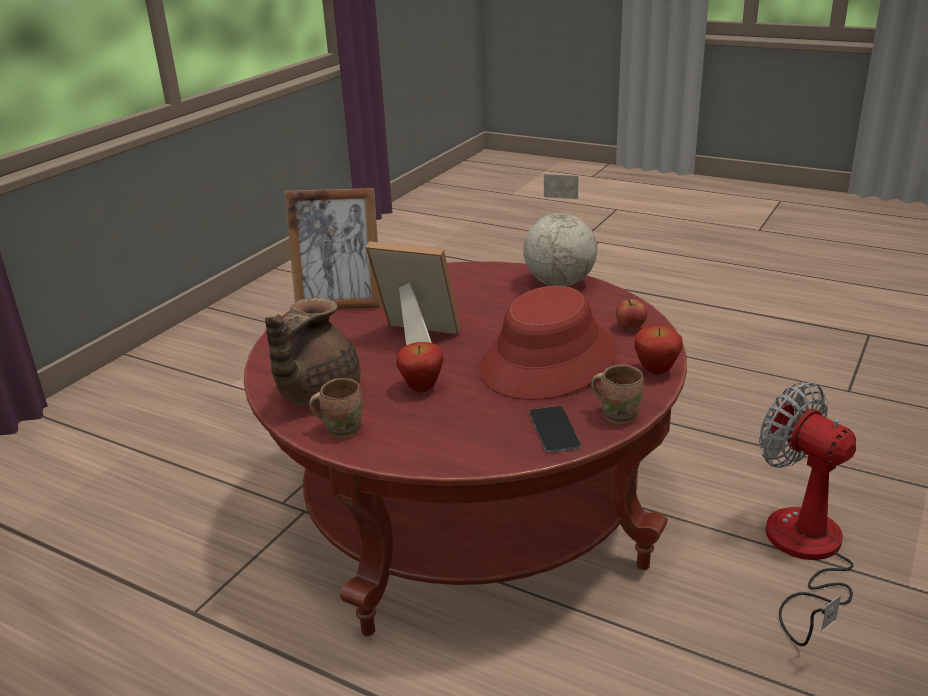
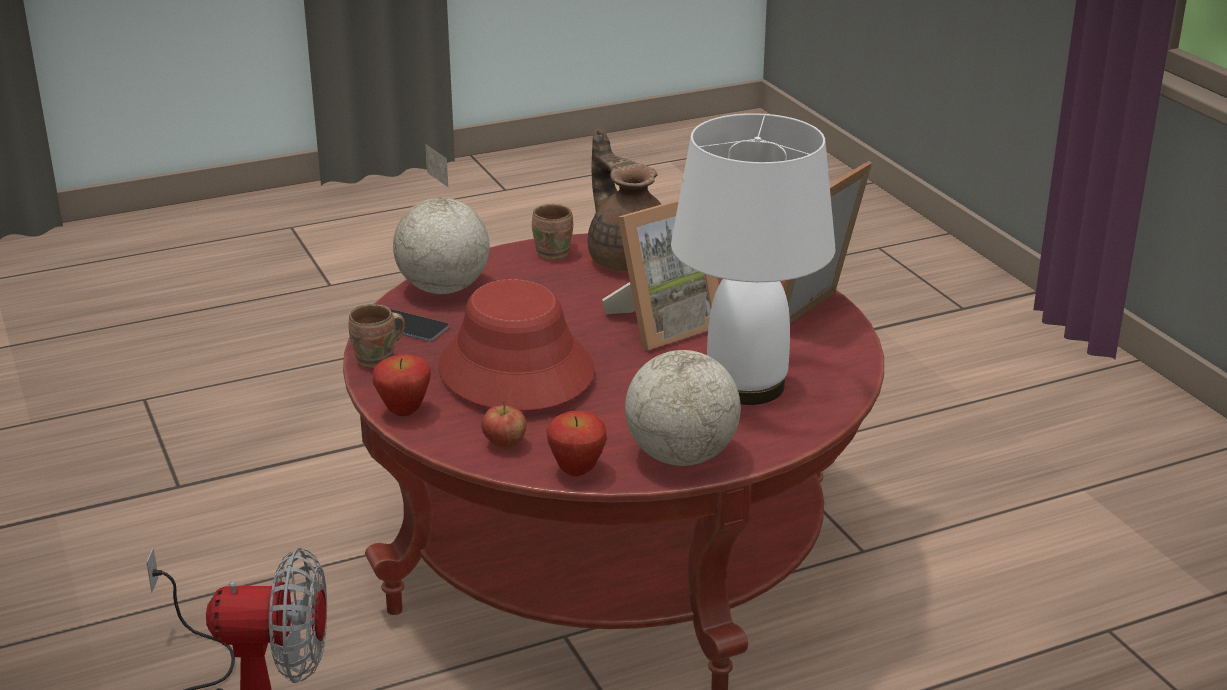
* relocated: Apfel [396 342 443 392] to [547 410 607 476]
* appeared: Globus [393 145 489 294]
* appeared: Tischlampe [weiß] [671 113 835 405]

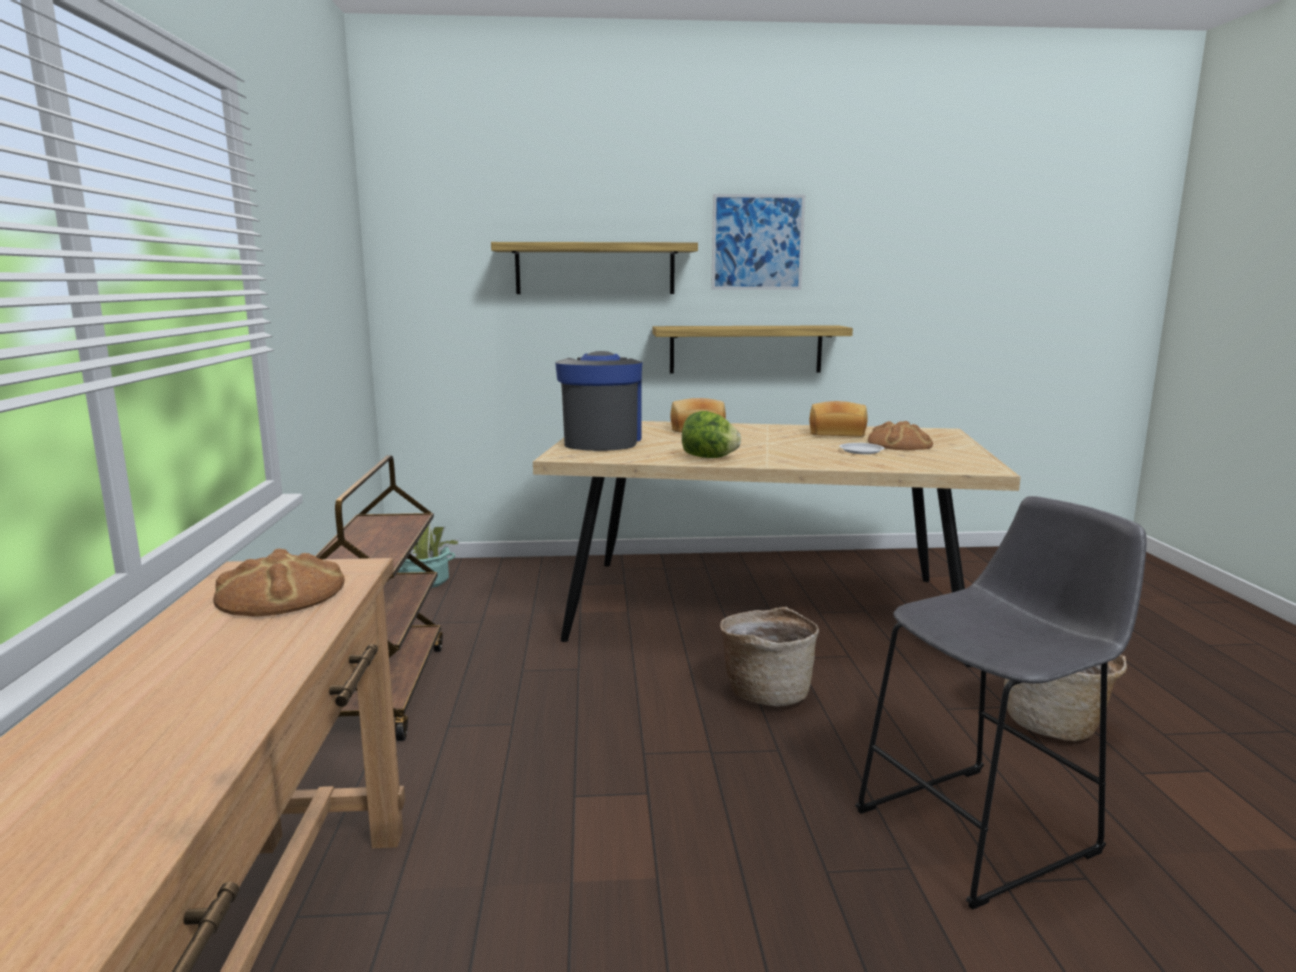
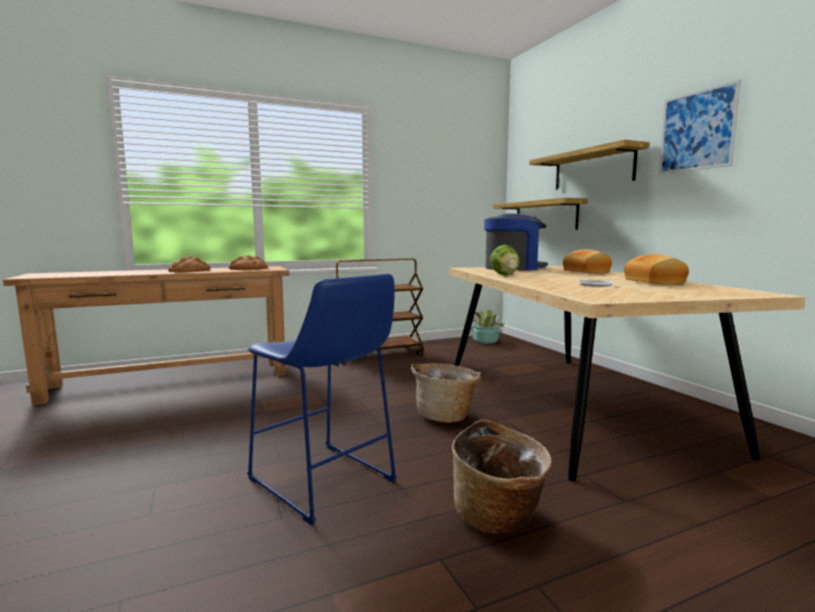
* relocated: Wandregal [652 325 853 374] to [493 198 588 230]
* colour: Hocker [grau] [855 496 1147 910] to Hocker [blau] [247 274 397 526]
* relocated: Brot [868 421 933 450] to [168 256 210 272]

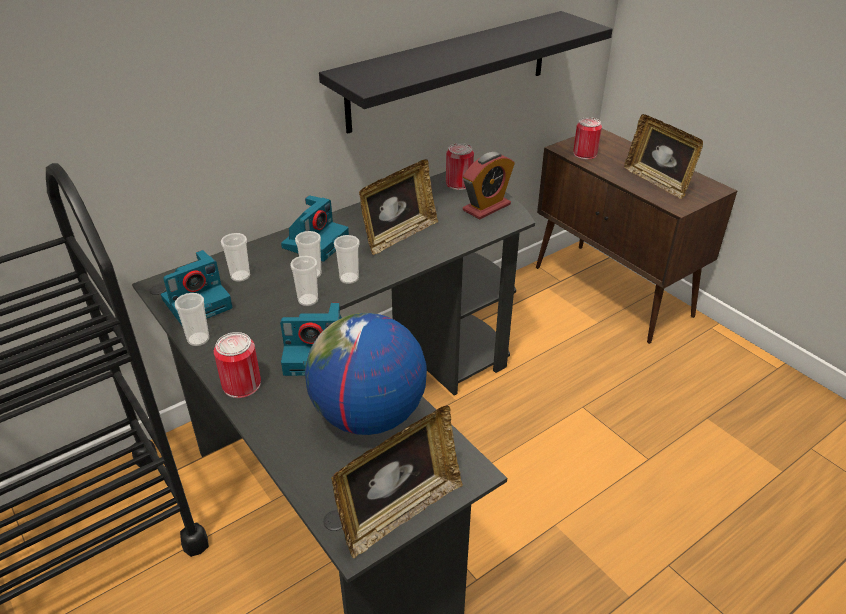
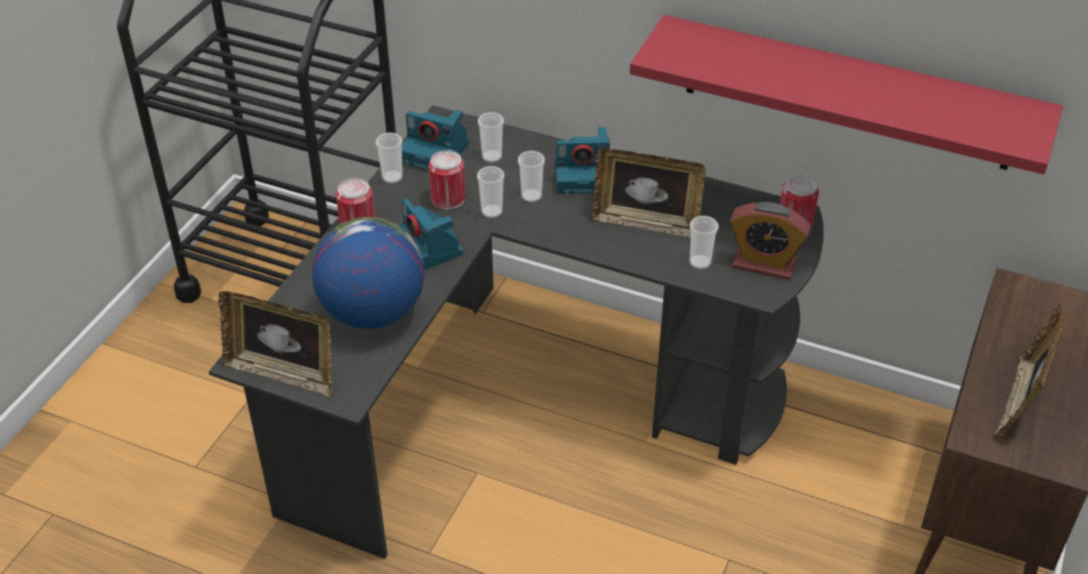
* colour: Wandregal [schwarz] [319 11 613 134] to Wandregal [rot] [630 15 1063 174]
* relocated: Tasse [334 235 360 284] to [689 216 719 269]
* relocated: Dose [573 117 602 159] to [428 150 466 209]

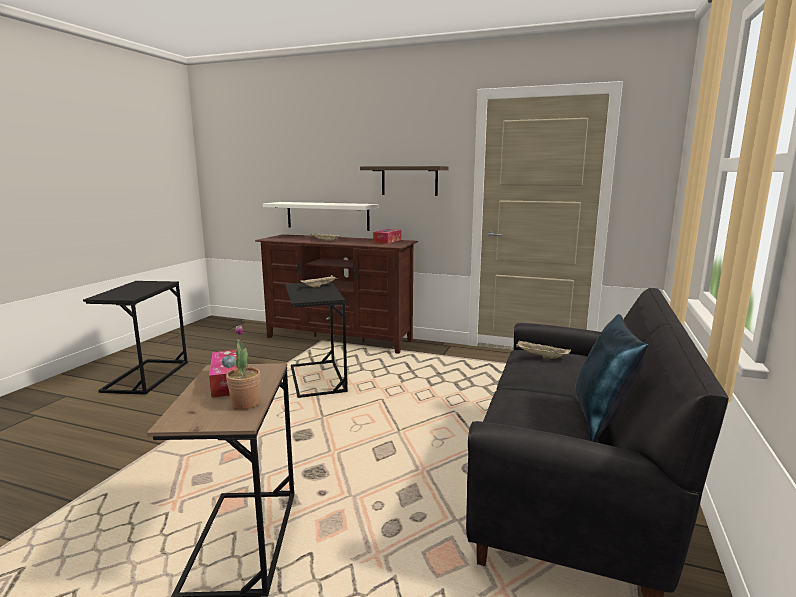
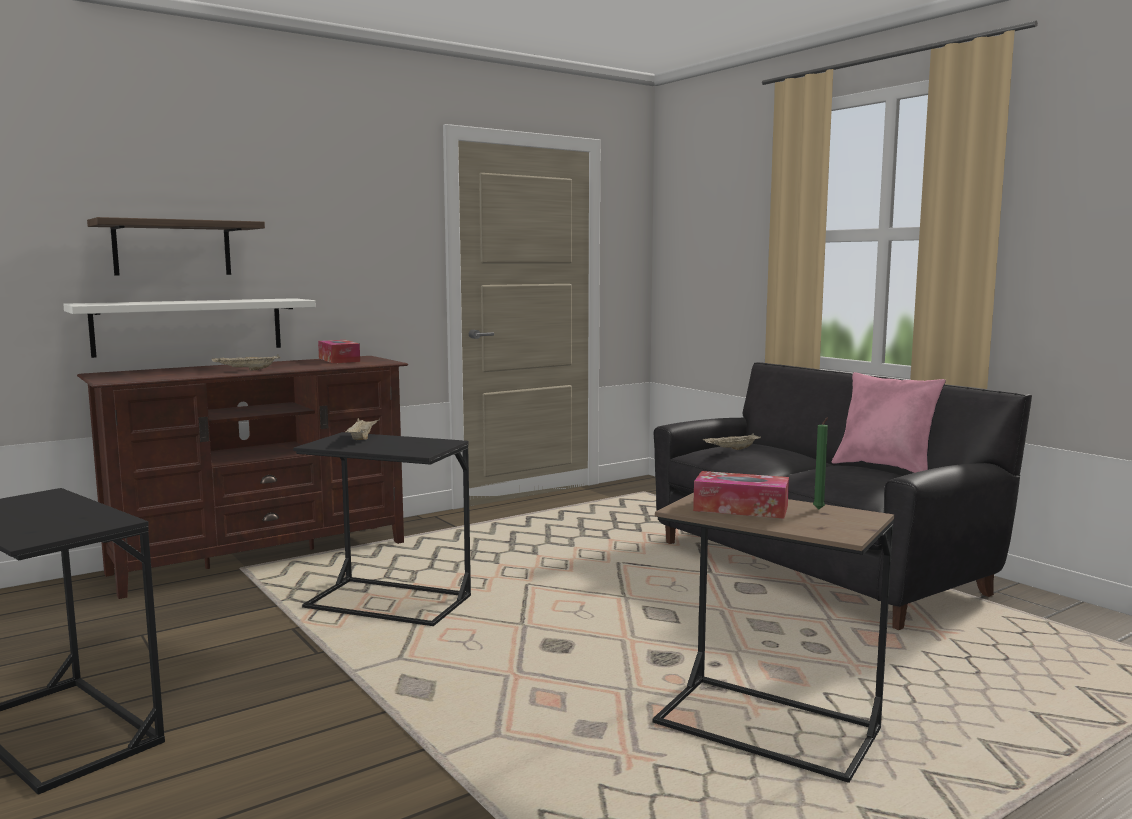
* exchanged: Topfpflanze [226 325 261 410] to Kerze [grün] [813 417 828 509]
* relocated: Wandregal [360 166 449 196] to [87 217 265 275]
* colour: Kissen [blau] [574 314 649 442] to Kissen [rosa] [832 372 946 473]

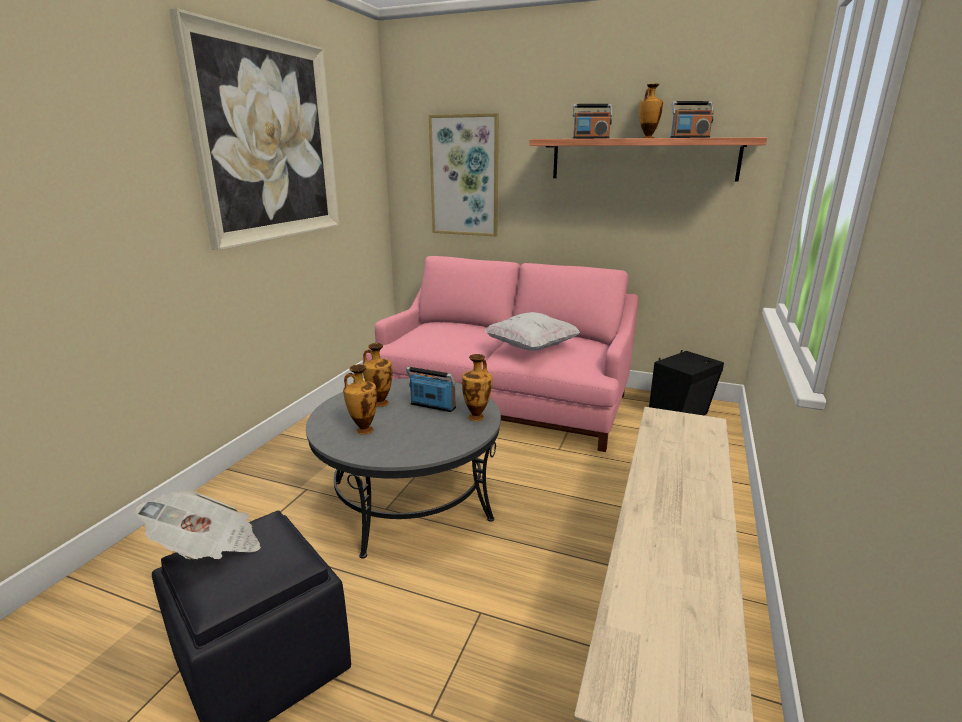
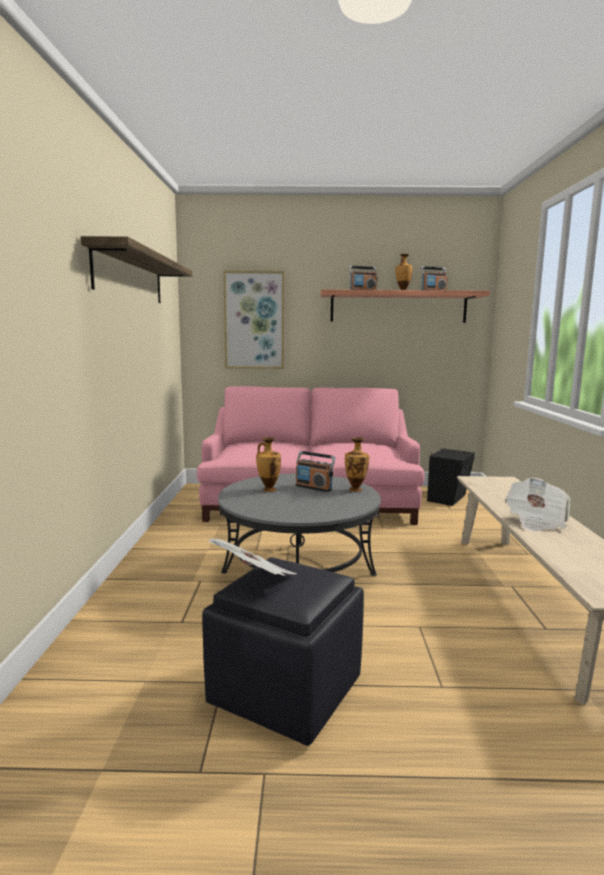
* exchanged: Bild [169 8 340 250] to Wandregal [81 236 192 303]
* missing: Vase [343 364 377 435]
* spun: Radio [406 367 456 412] = [295 451 336 492] 150 degrees counterclockwise
* missing: Kissen [weiß] [485 312 580 351]
* appeared: Zeitung [505 478 571 531]

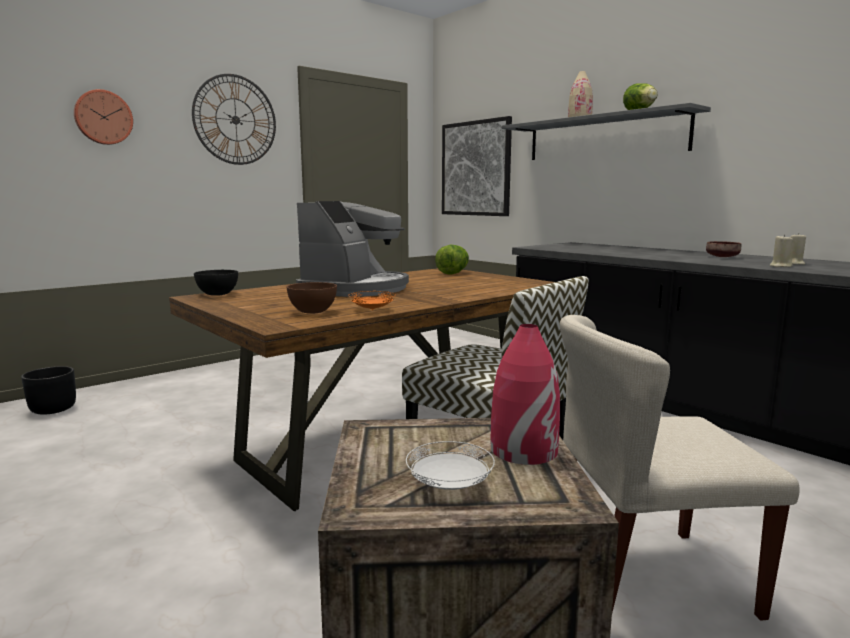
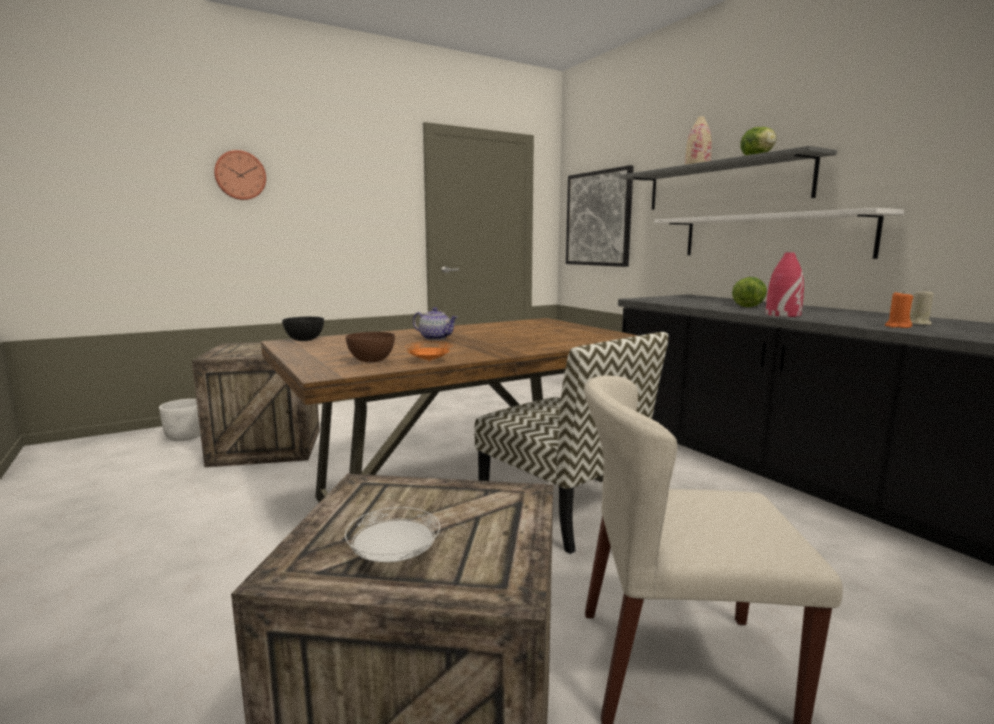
* colour: Pflanzkübel [schwarz] [21 366 76 415] to Pflanzkübel [weiß] [159 399 201 441]
* missing: Wanduhr [192 74 276 165]
* exchanged: Kaffeemaschine [296 201 409 297] to Teekanne [413 307 458 340]
* relocated: Salatkopf [435 245 469 274] to [732 277 767 307]
* relocated: Vase [rot] [490 324 560 465] to [766 252 804 317]
* missing: Schüssel [braun] [706 241 741 257]
* colour: Kerze [beige] [770 234 793 267] to Kerze [orange] [885 291 913 328]
* appeared: Kiste [192 343 320 467]
* appeared: Wandregal [weiß] [654 208 904 259]

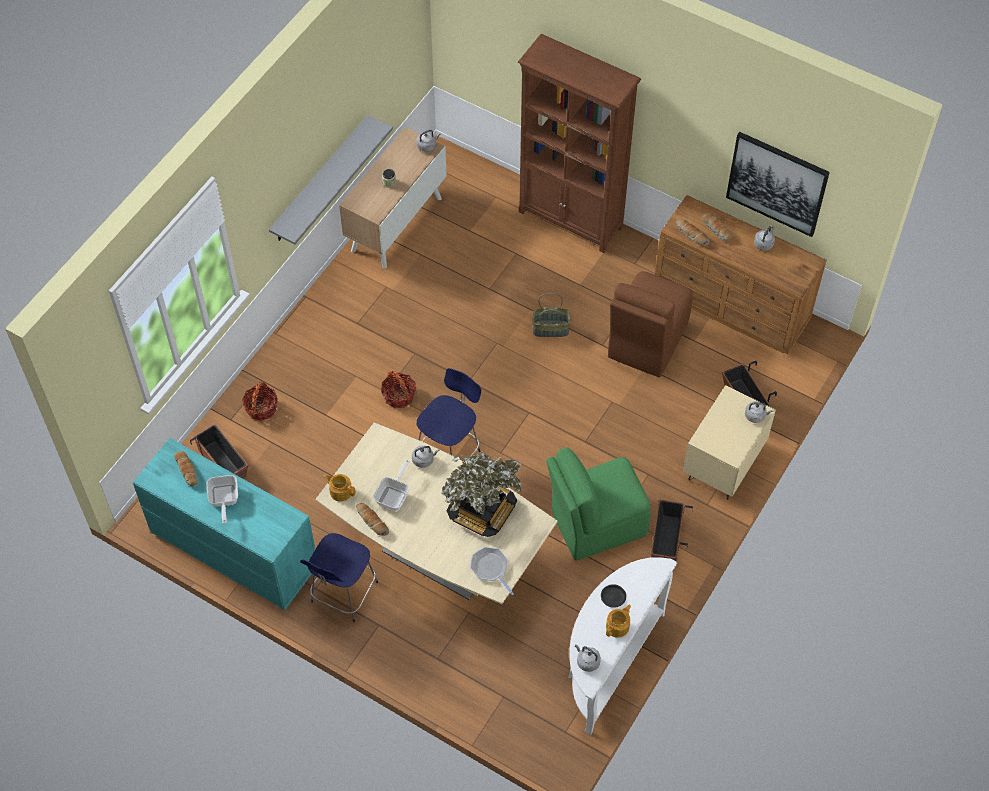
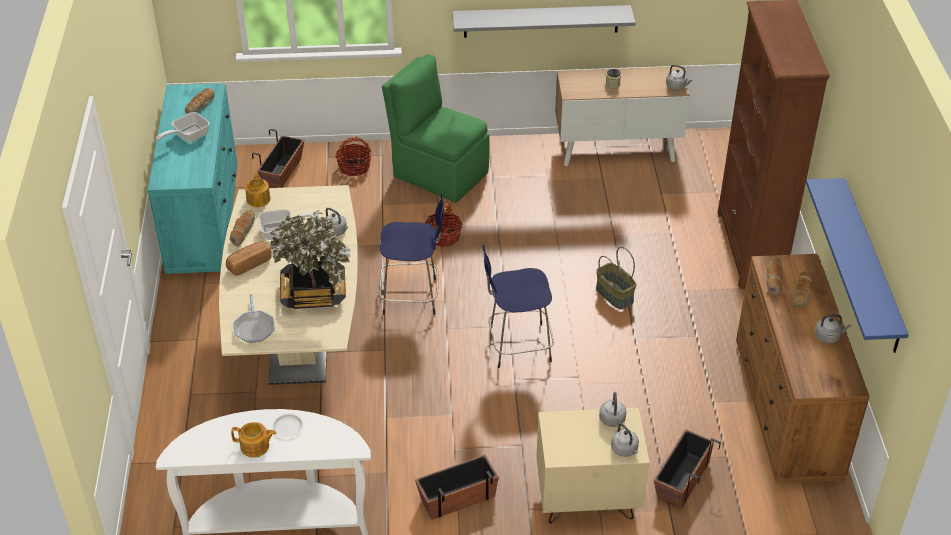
* relocated: Hocker [blau] [300 533 378 622] to [483 245 554 368]
* spun: Pfanne [470 547 514 595] = [233 294 275 343] 150 degrees clockwise
* relocated: Stuhl [grün] [546 447 651 561] to [382 54 489 203]
* relocated: Wasserkessel [grau] [575 644 601 672] to [599 392 626 427]
* colour: Teller [schwarz] [601 584 626 608] to Teller [weiß] [272 413 303 437]
* missing: Stuhl [braun] [608 271 693 377]
* exchanged: Bild [726 132 830 237] to Wandregal [blau] [806 178 909 353]
* appeared: Brot [226 242 272 276]

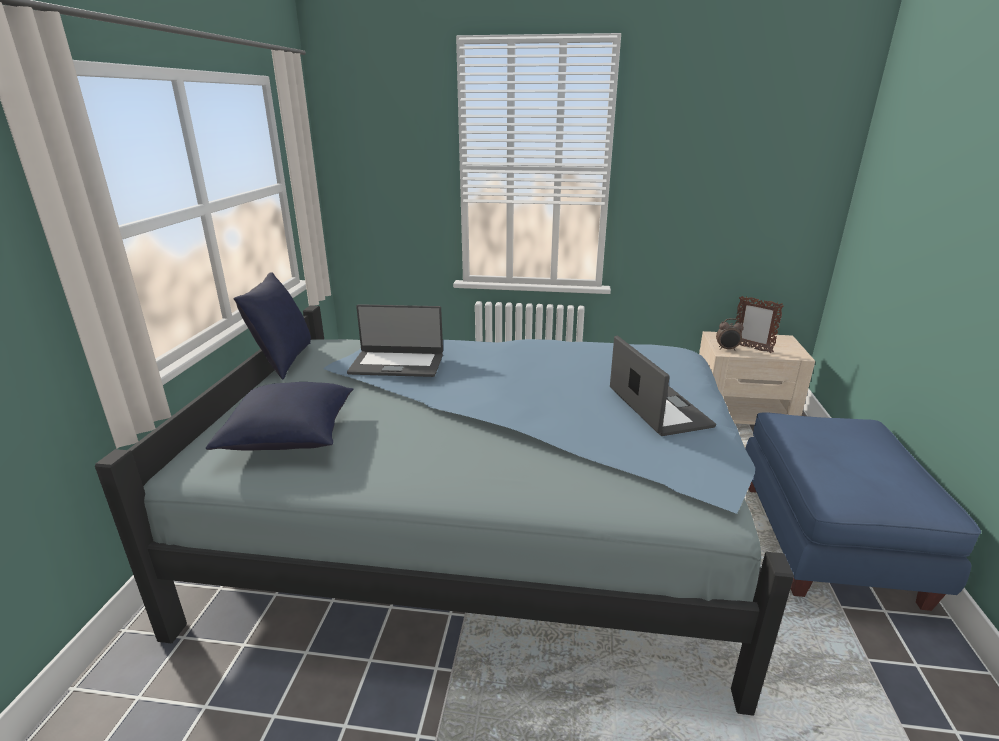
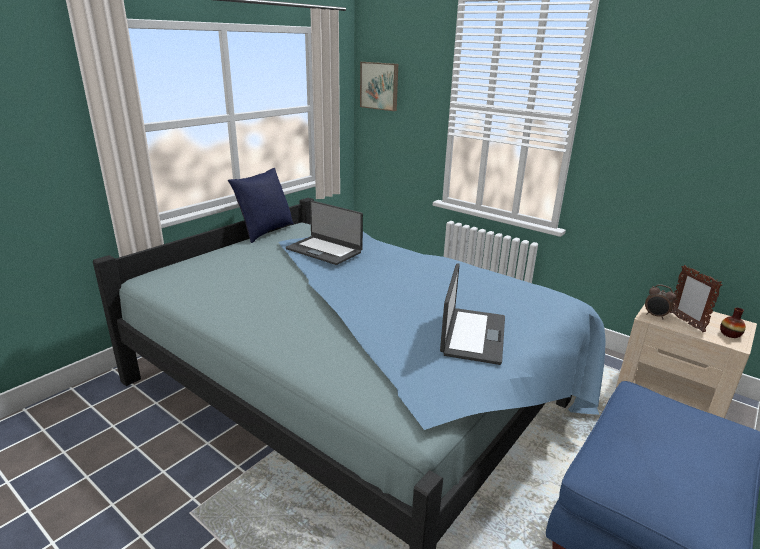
* missing: Kissen [blau] [206 382 353 451]
* appeared: Bild [360 62 398 111]
* appeared: Vase [720 308 746 338]

